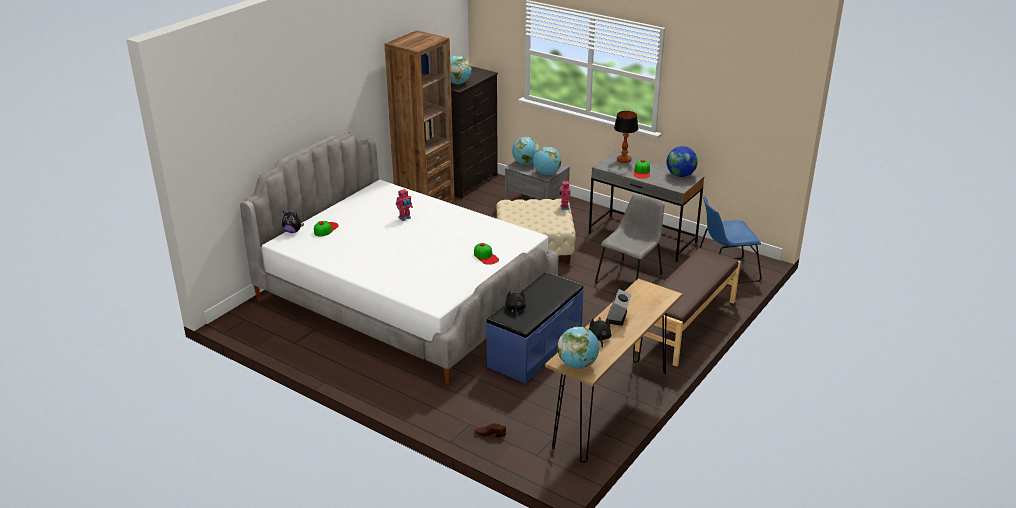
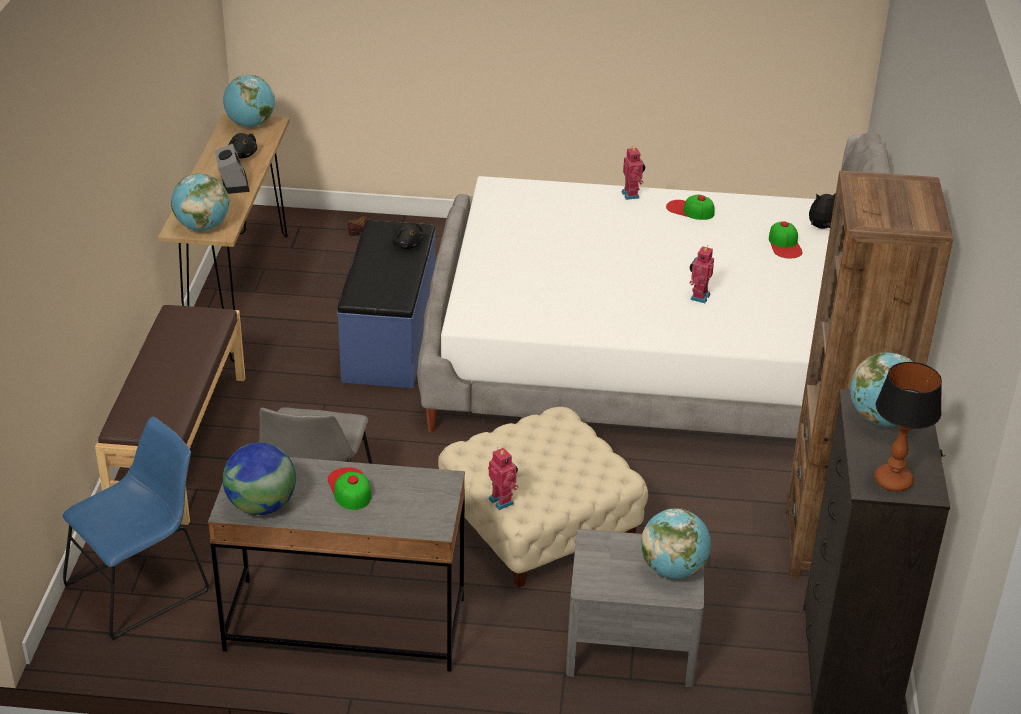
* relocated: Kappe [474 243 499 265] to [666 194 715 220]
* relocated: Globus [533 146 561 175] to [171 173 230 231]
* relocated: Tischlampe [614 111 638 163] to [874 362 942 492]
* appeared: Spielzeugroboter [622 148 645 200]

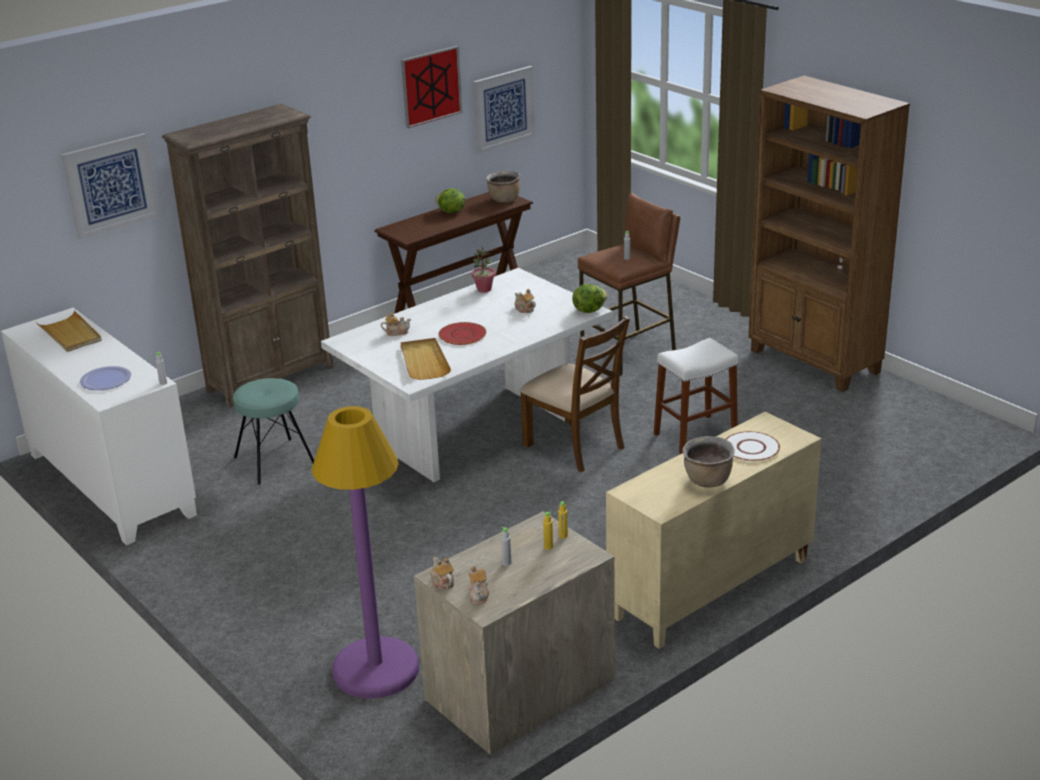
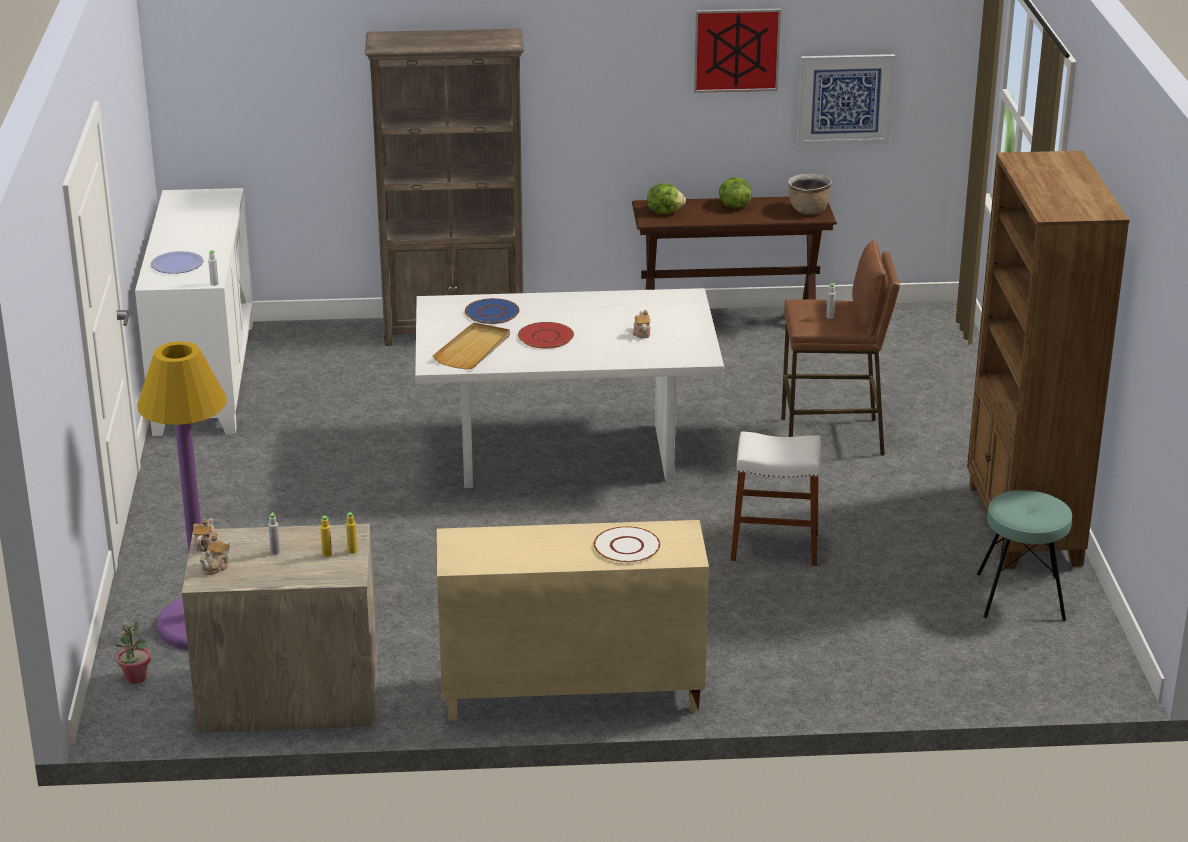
* missing: Tablett [beige] [36 311 102 352]
* missing: Bild [61 133 160 239]
* relocated: Hocker [türkis] [233 378 314 485] to [977 490 1072 621]
* exchanged: Teekanne [381 313 411 336] to Teller [blau] [465 298 520 324]
* relocated: Topfpflanze [472 246 495 293] to [115 620 151 684]
* missing: Stuhl [braun] [520 316 630 472]
* relocated: Salatkopf [572 284 608 313] to [647 183 686 214]
* missing: Kochtopf [braun] [682 436 735 487]

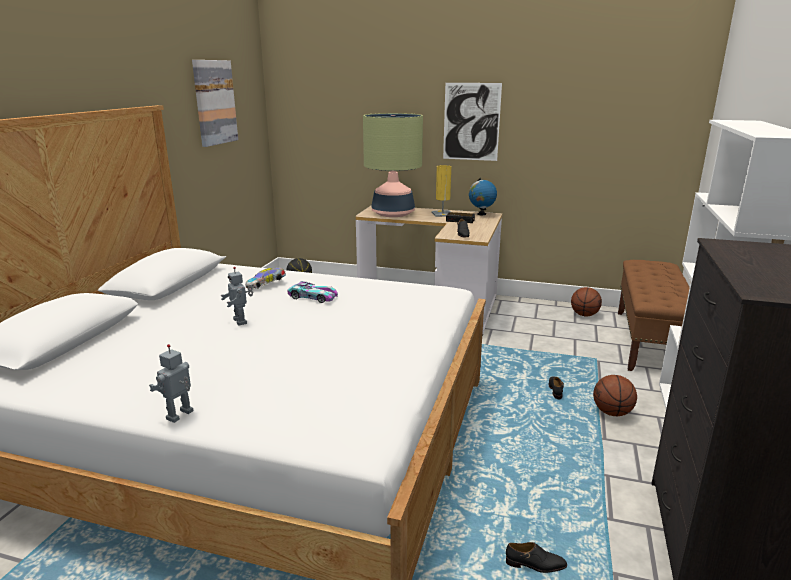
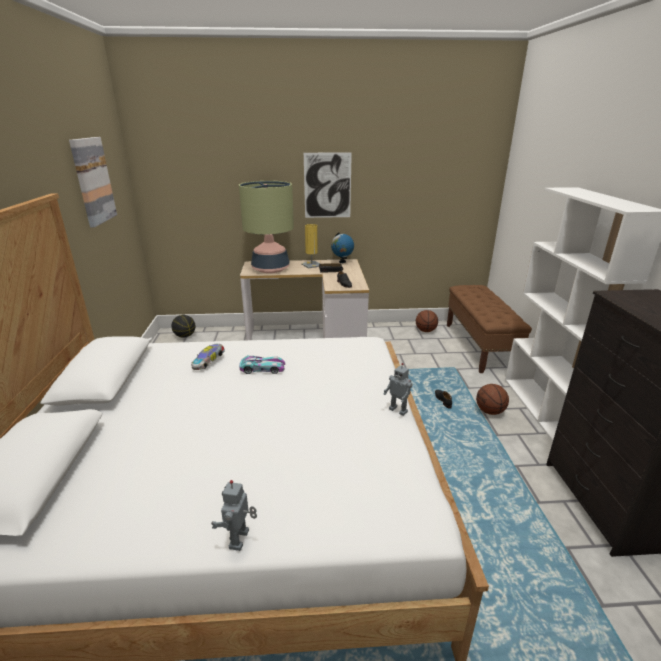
* relocated: Spielzeugroboter [221 267 253 325] to [384 363 413 416]
* missing: Schuh [schwarz] [506 542 567 573]

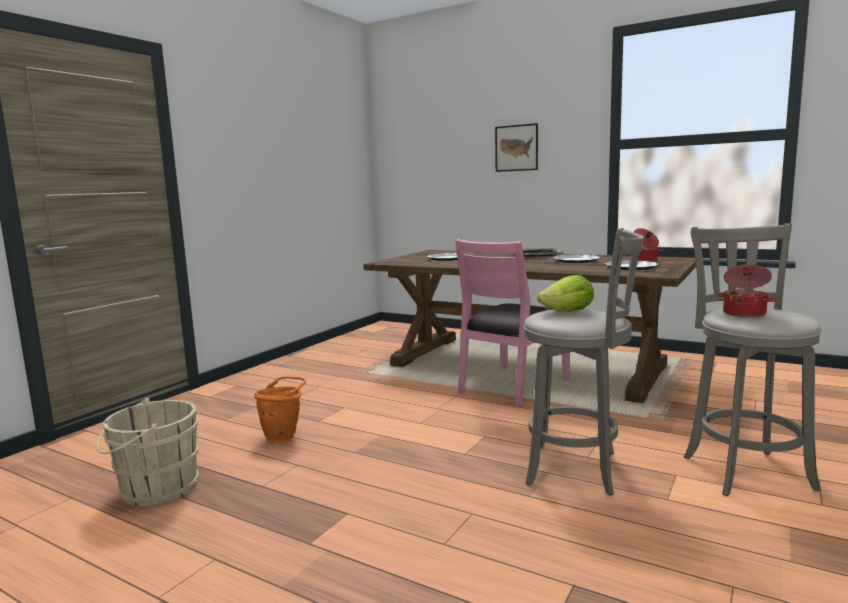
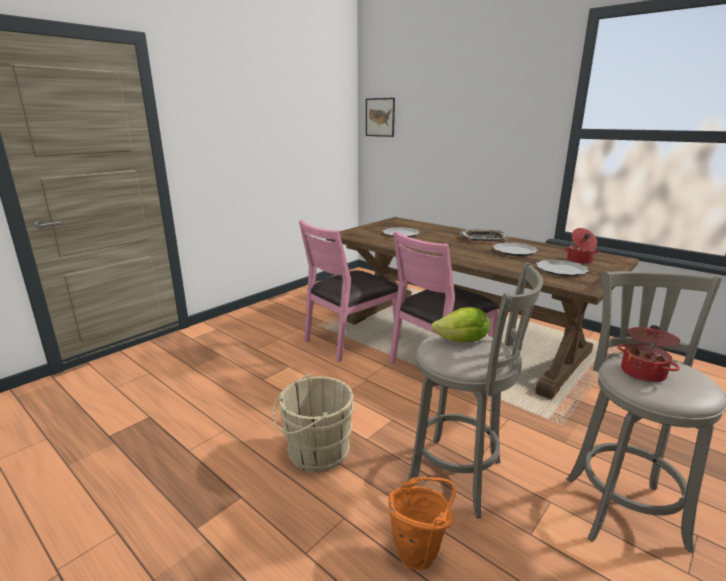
* relocated: Eimer [beige] [97 398 198 506] to [273 374 354 472]
* relocated: Eimer [orange] [254 376 306 443] to [388 477 456 570]
* relocated: Bild [495 123 538 172] to [366 98 395 137]
* appeared: Stuhl [rosa] [299 220 401 362]

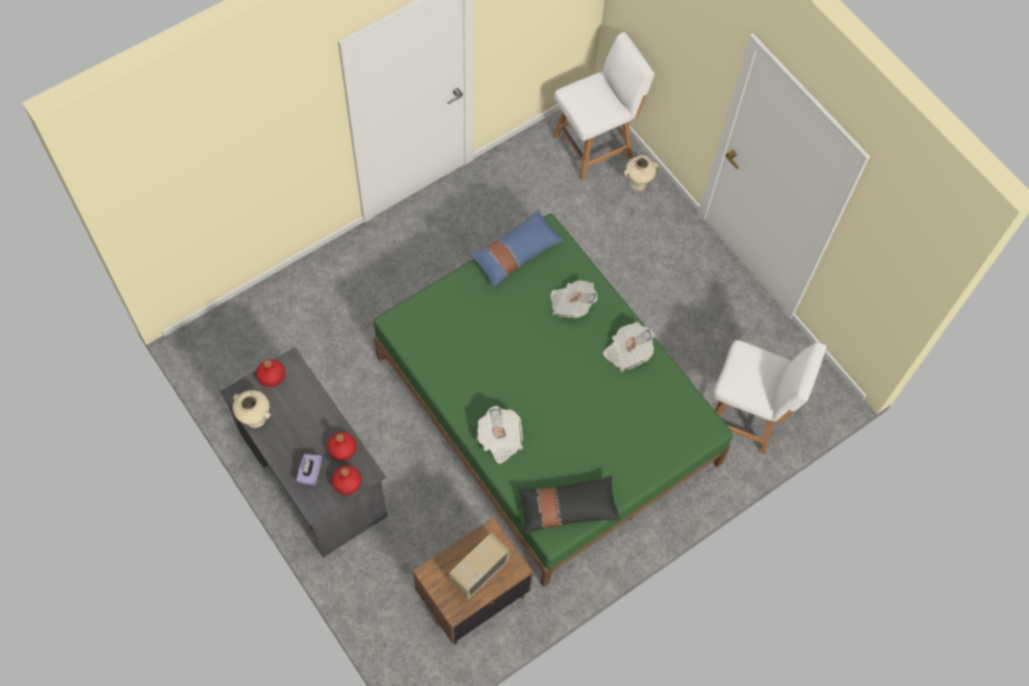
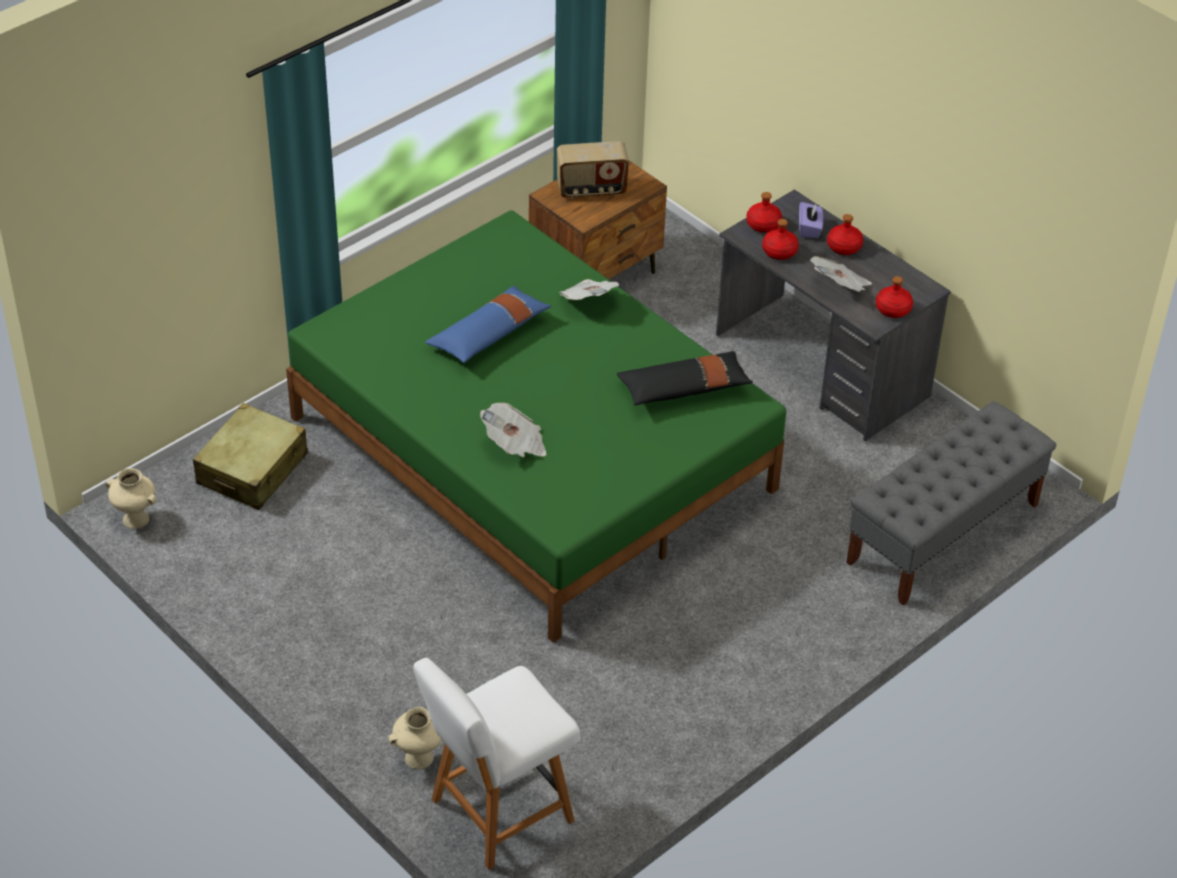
* relocated: Vase [beige] [233 390 271 428] to [105 468 157 529]
* spun: Radio [449 533 510 600] = [557 141 629 198] 45 degrees clockwise
* relocated: Kissen [blau] [470 209 564 288] to [425 286 551 363]
* relocated: Kissen [schwarz] [518 476 620 534] to [616 351 753 405]
* relocated: Zeitung [603 322 654 372] to [810 256 872 292]
* exchanged: Stuhl [weiß] [713 340 826 455] to Koffer [beige] [193 403 308 510]
* appeared: Flasche [rot] [827 214 863 255]
* appeared: Bank [grau] [846 401 1056 606]

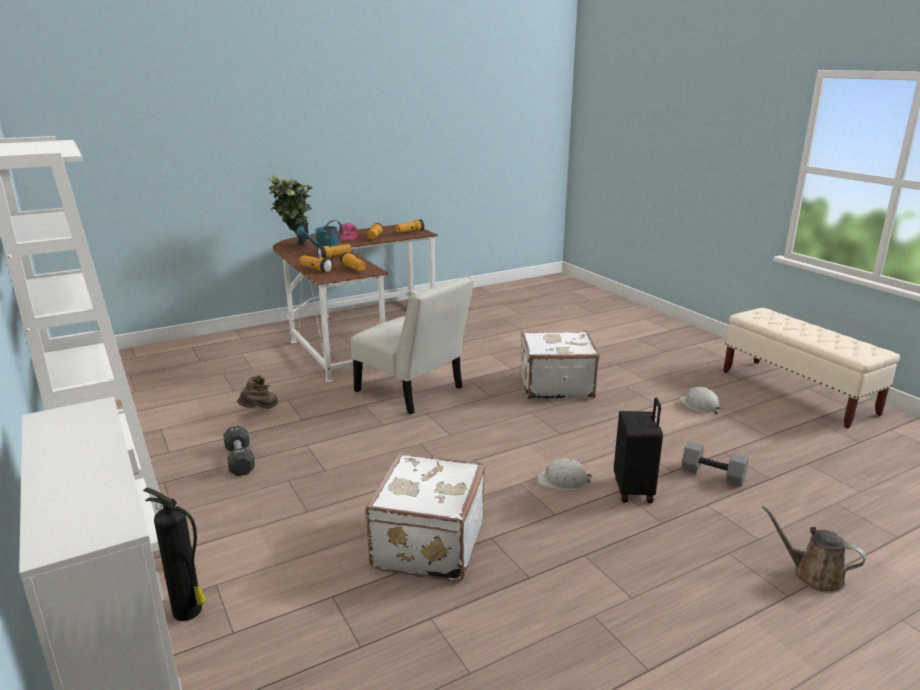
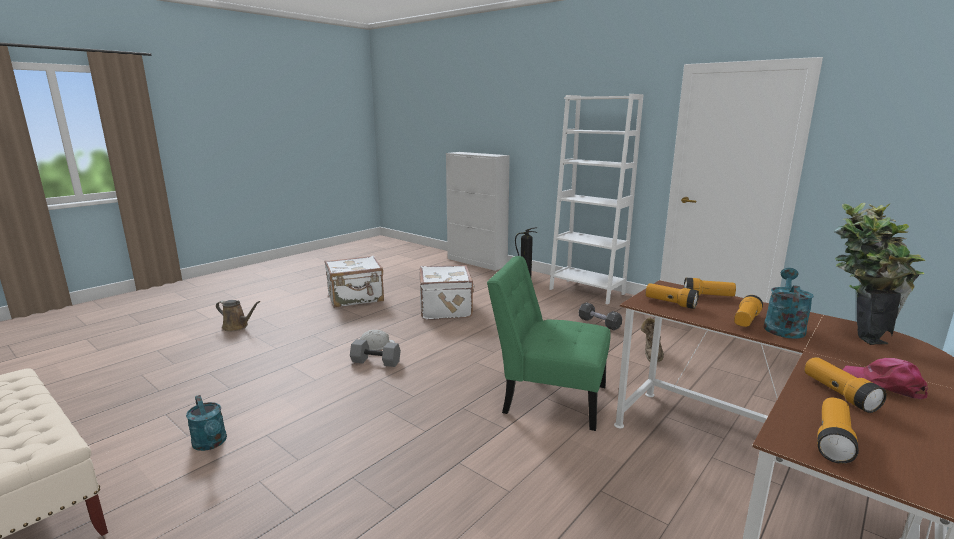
* colour: Stuhl [weiß] [351 276 474 414] to Stuhl [grün] [487 256 611 431]
* relocated: Koffer [weiß] [521 330 600 399] to [324 256 384 308]
* missing: Koffer [schwarz] [614 398 663 503]
* exchanged: Schutzhelm [weiß] [679 387 721 414] to Gießkanne [türkis] [186 395 227 451]
* relocated: Hantel [grau] [682 441 749 487] to [350 339 401 367]

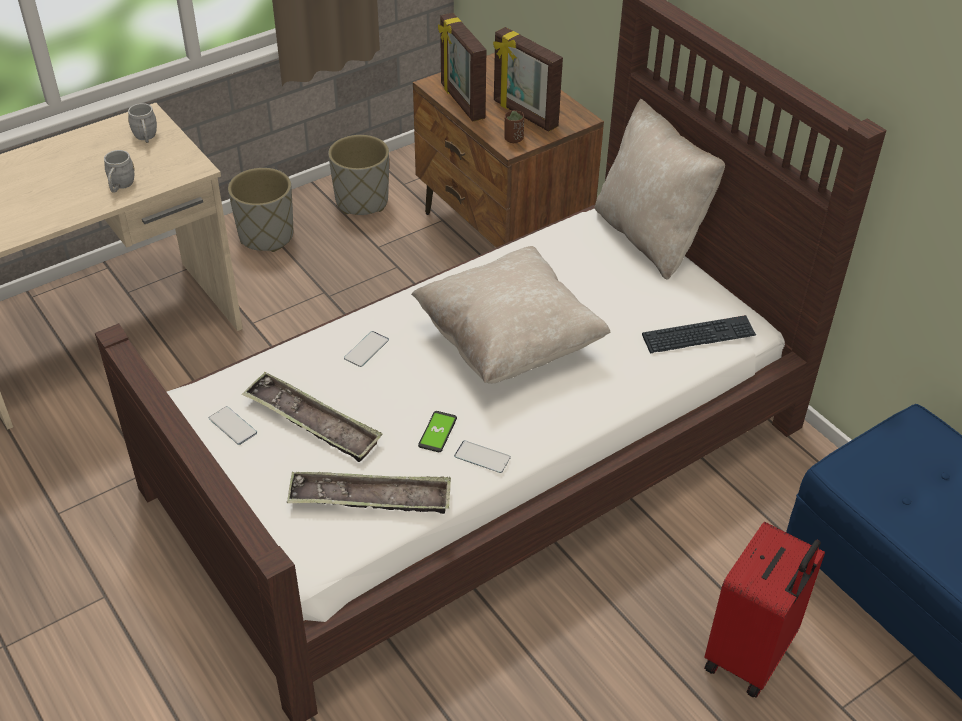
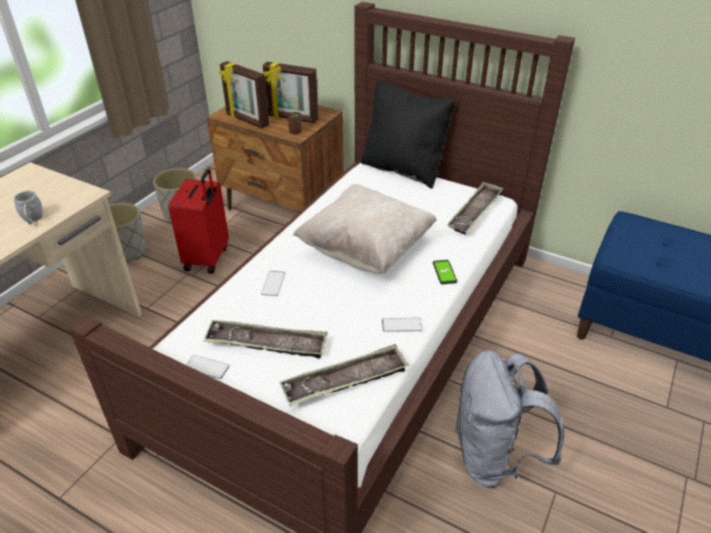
* missing: Henkelbecher [grau] [128 103 157 143]
* relocated: Handy [418 411 457 452] to [433 260 457 284]
* colour: Kissen [beige] [595 99 725 280] to Kissen [schwarz] [361 81 456 188]
* exchanged: Tastatur [642 315 756 353] to Tablett [447 181 503 235]
* relocated: Koffer [rot] [704 521 825 698] to [168 169 229 274]
* appeared: Rucksack [grau] [454 350 564 488]

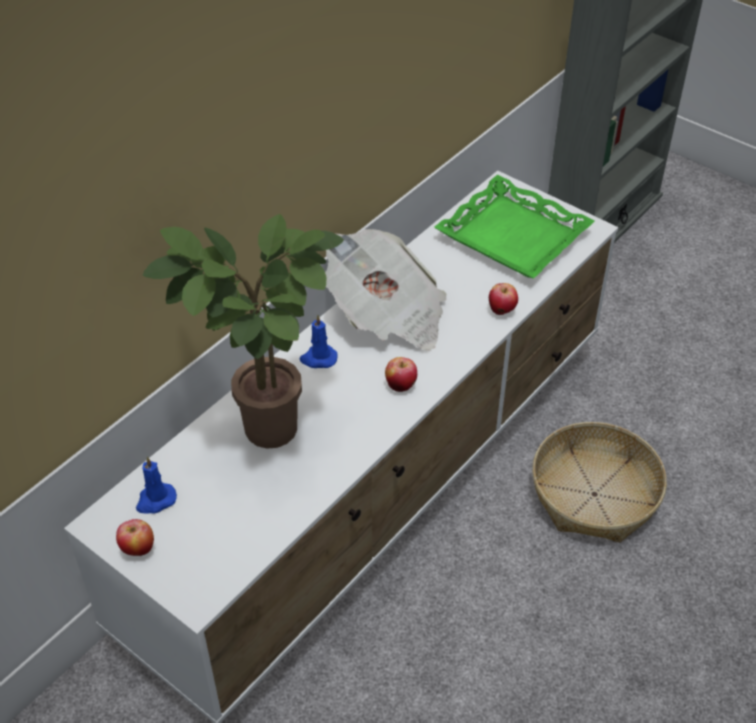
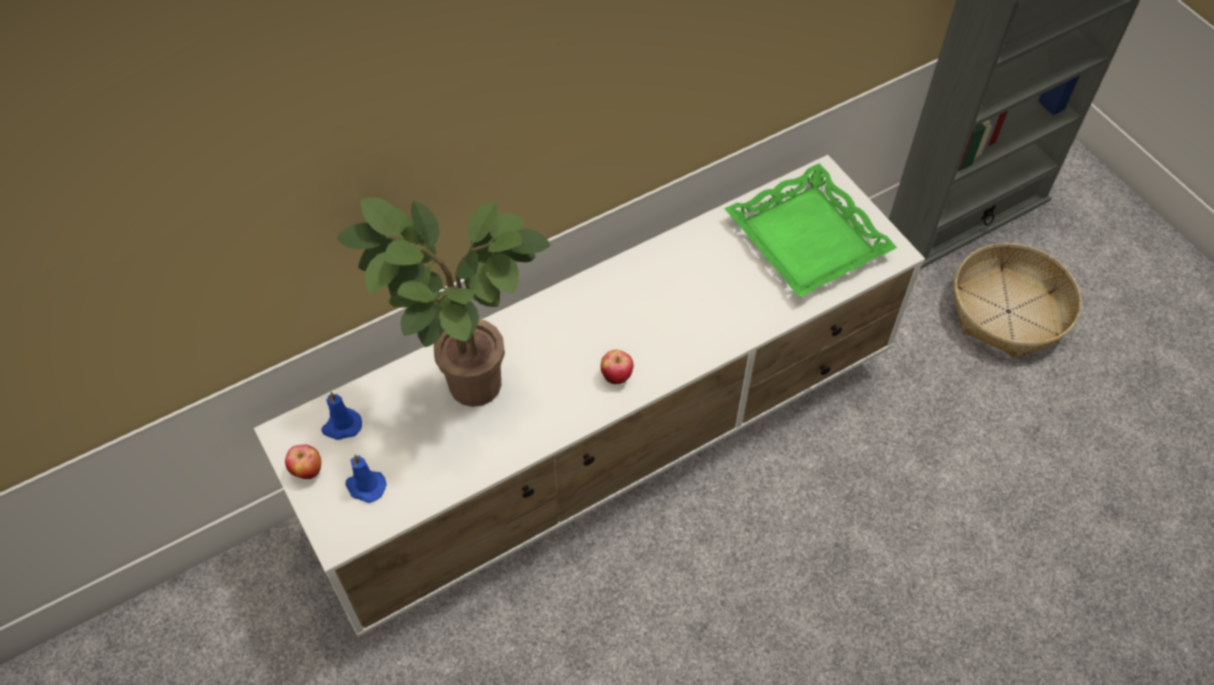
* relocated: Kerze [blau] [299 315 337 368] to [346 455 387 503]
* missing: Zeitung [325 229 447 350]
* missing: Apfel [489 283 518 315]
* relocated: Korb [532 422 667 543] to [954 243 1081 359]

